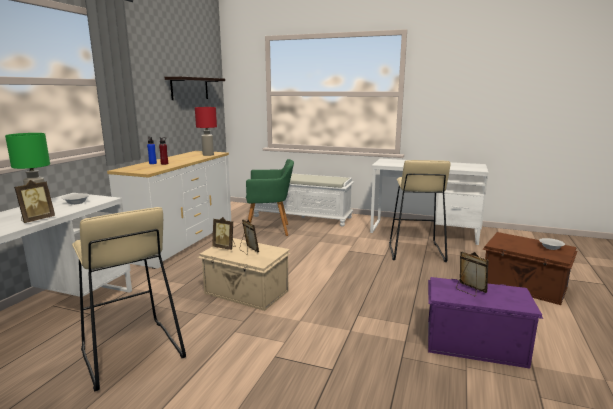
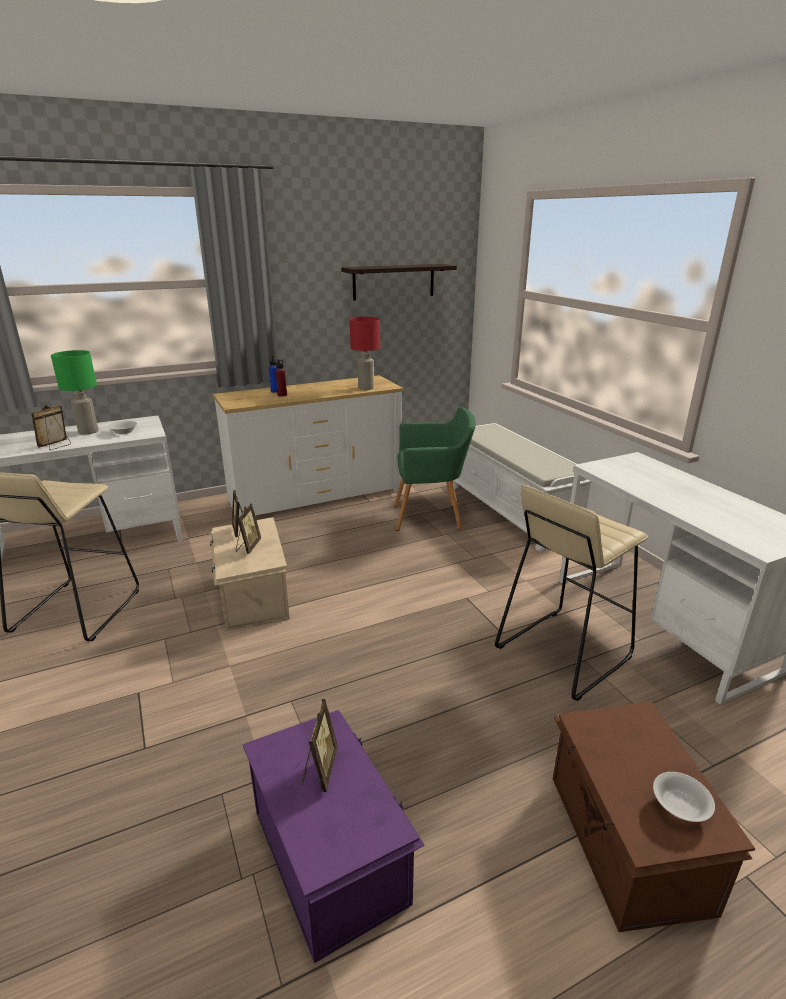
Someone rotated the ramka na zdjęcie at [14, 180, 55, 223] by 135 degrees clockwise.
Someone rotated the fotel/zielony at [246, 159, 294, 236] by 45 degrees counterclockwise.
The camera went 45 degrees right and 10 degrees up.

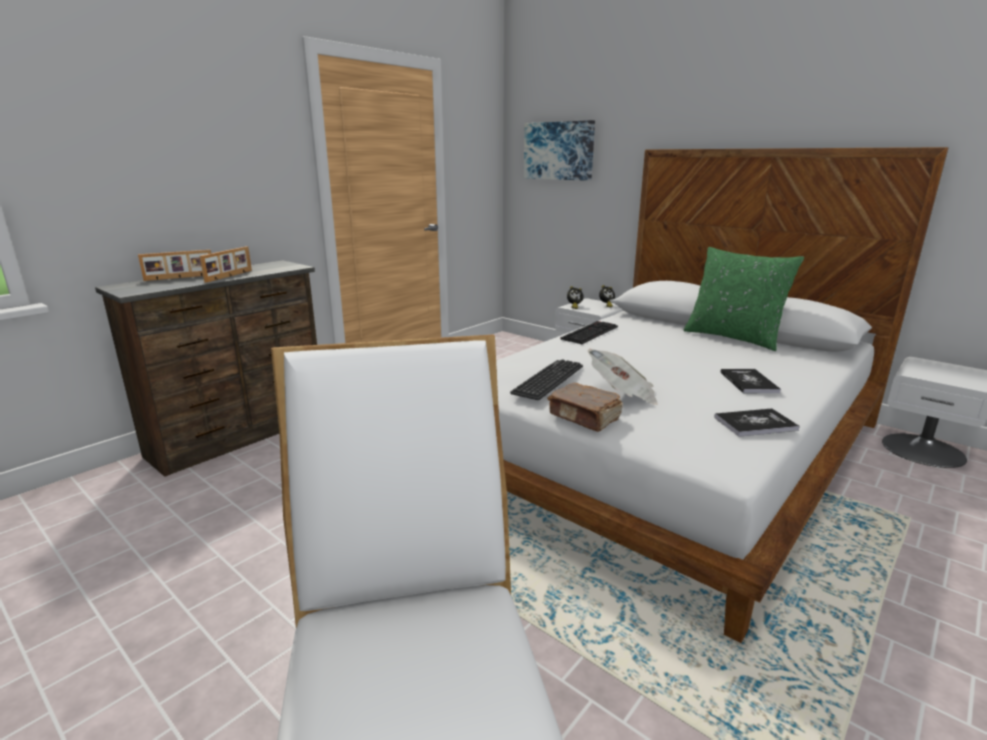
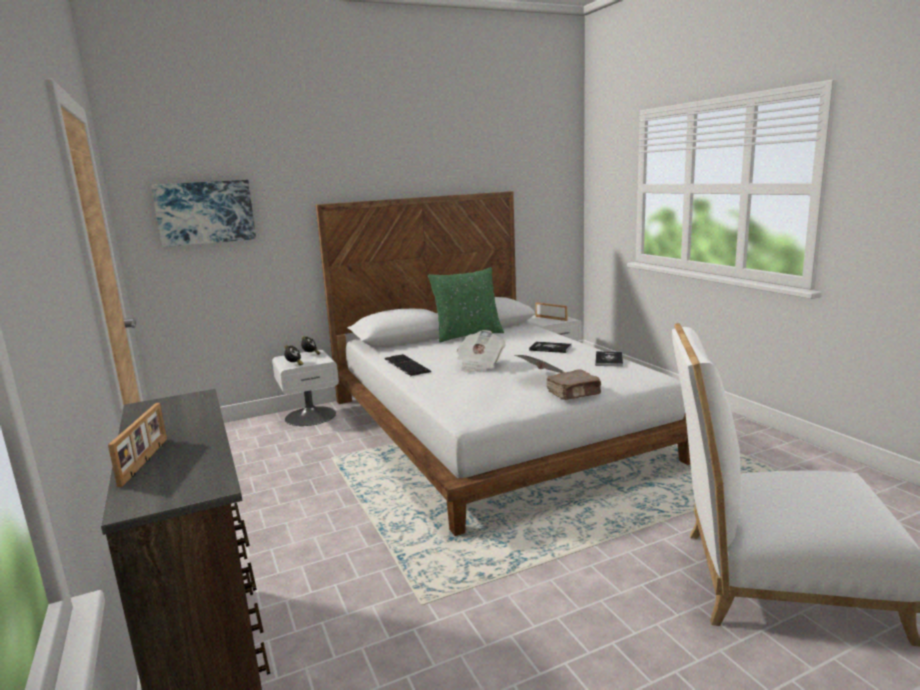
Someone put down the gazeta at [457, 330, 506, 372].
Someone carried the ramka na zdjęcie from [200, 246, 252, 283] to [535, 302, 567, 321].
Someone took away the klawiatura at [510, 359, 583, 400].
The camera went 65 degrees left and 5 degrees down.

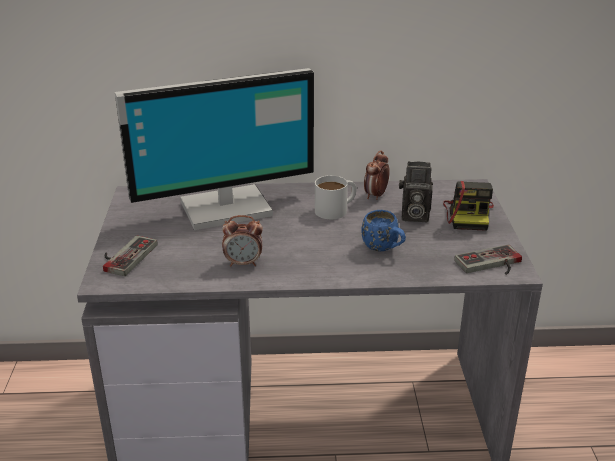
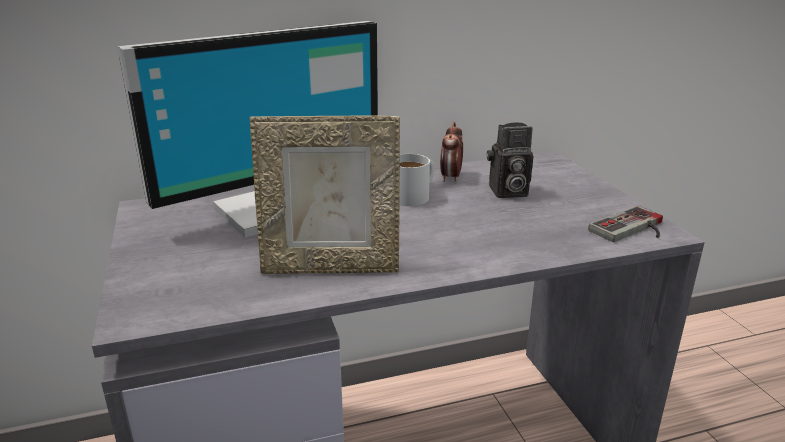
Someone swapped the budzik at [222, 215, 263, 267] for the ramka na zdjęcie at [250, 115, 400, 274].
Someone took away the pad do gier at [103, 236, 157, 276].
Someone took away the kubek/niebieski at [361, 210, 406, 251].
Someone took away the aparat fotograficzny at [443, 181, 494, 231].
The camera went 15 degrees left and 5 degrees down.

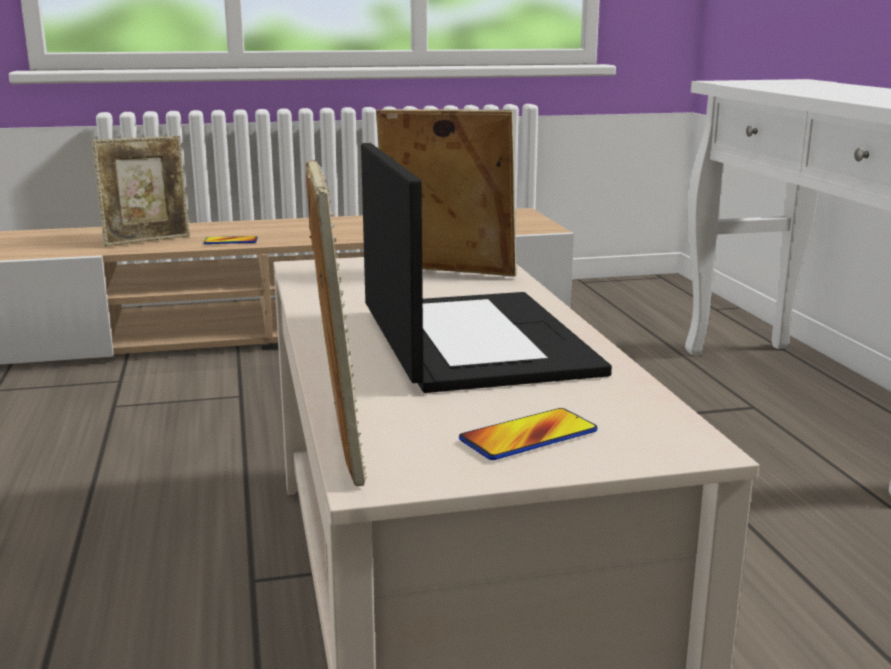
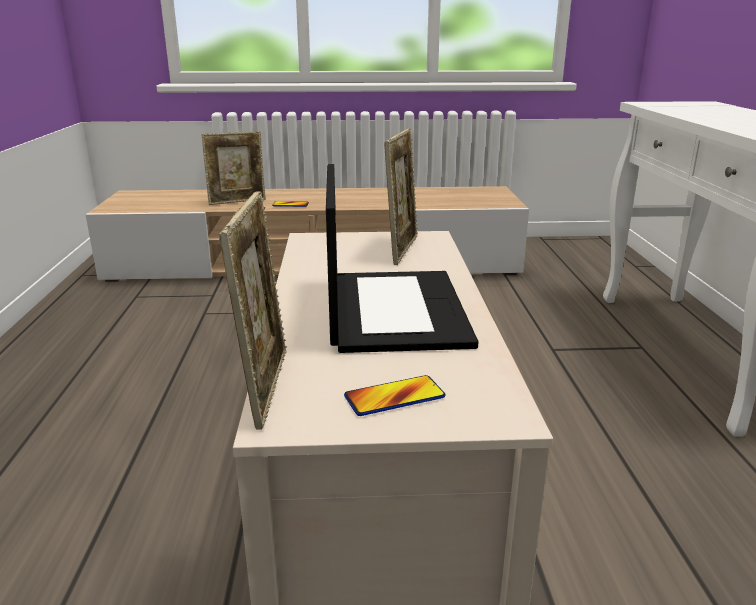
Someone rotated the ramka na zdjęcie at [376, 109, 517, 276] by 75 degrees clockwise.
The camera went 10 degrees right and 5 degrees up.

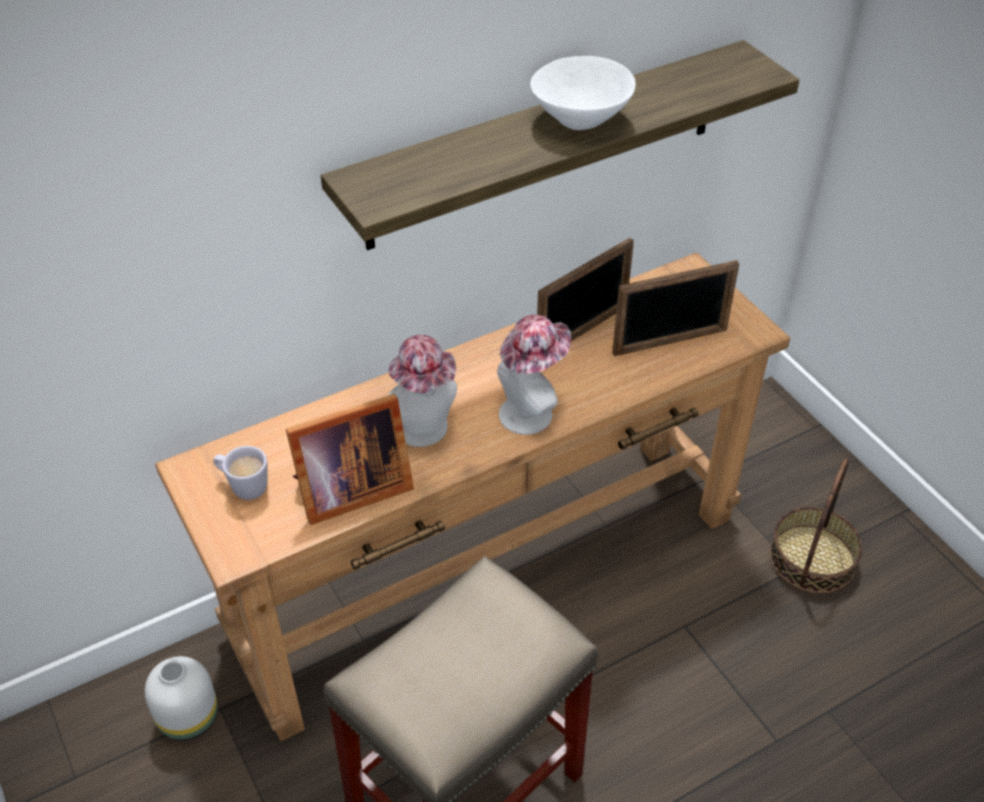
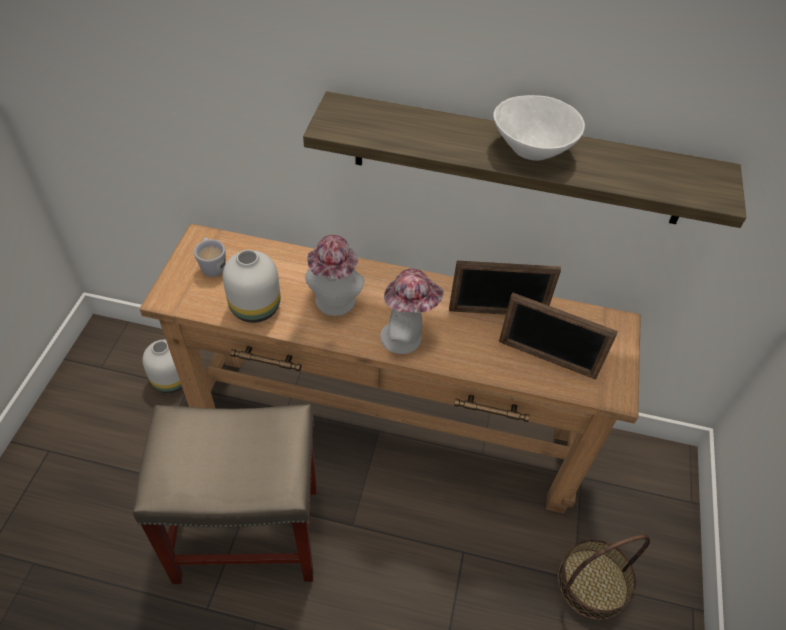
Someone swapped the ramka na zdjęcie at [286, 394, 414, 525] for the wazon/biały at [223, 250, 280, 323].
The camera went 40 degrees right and 5 degrees up.

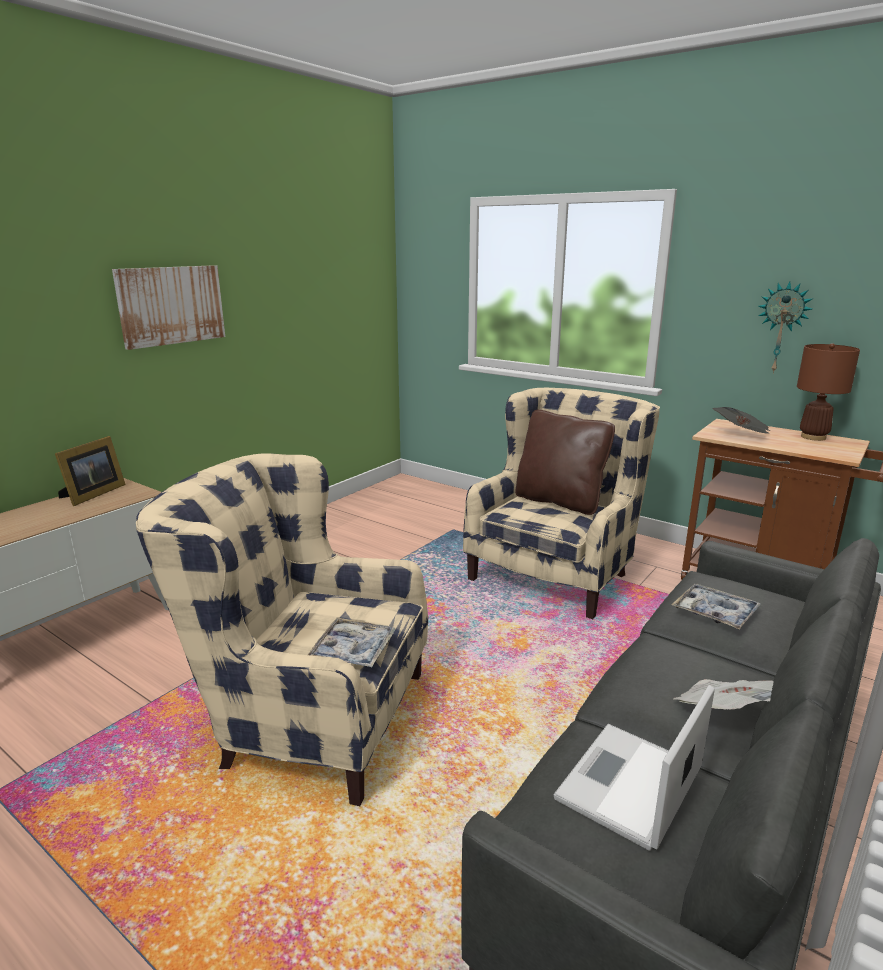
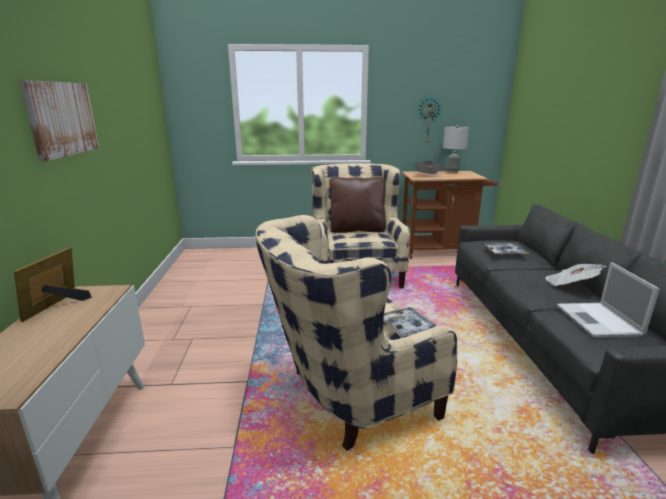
Someone rotated the ramka na zdjęcie at [55, 436, 126, 506] by 150 degrees counterclockwise.
Someone repainted the lampa stołowa/brązowy at [797, 343, 860, 441], which became the lampa stołowa/szary at [443, 125, 469, 174].
The camera went 40 degrees left and 0 degrees up.

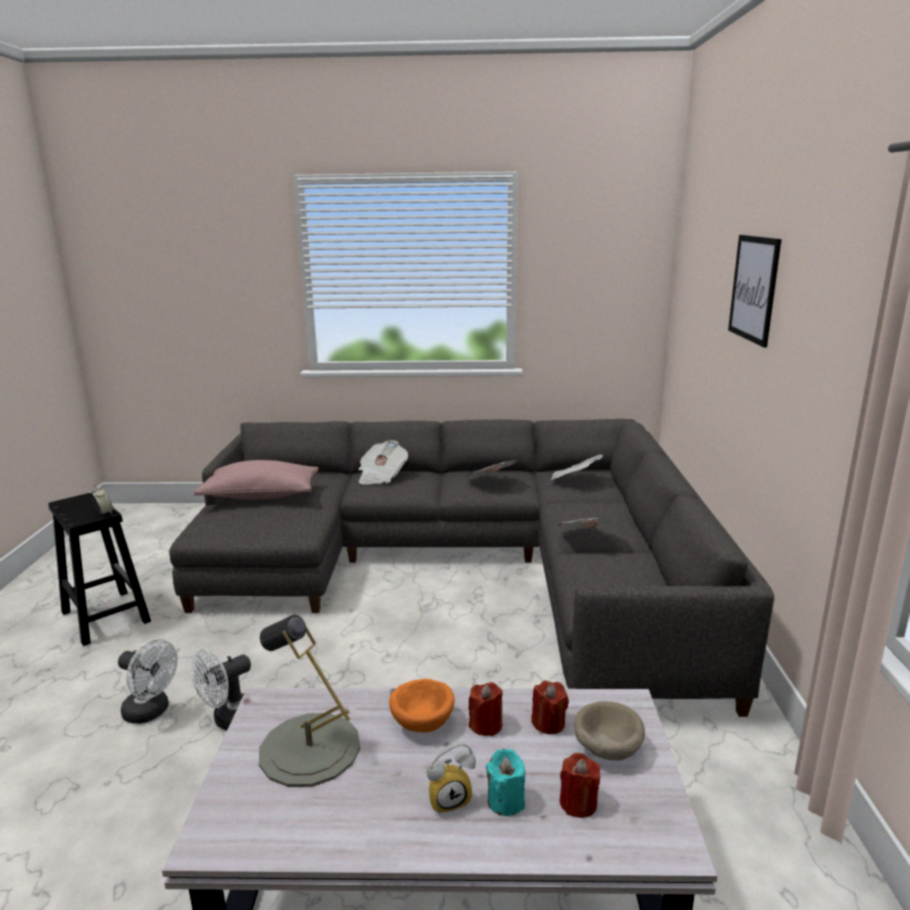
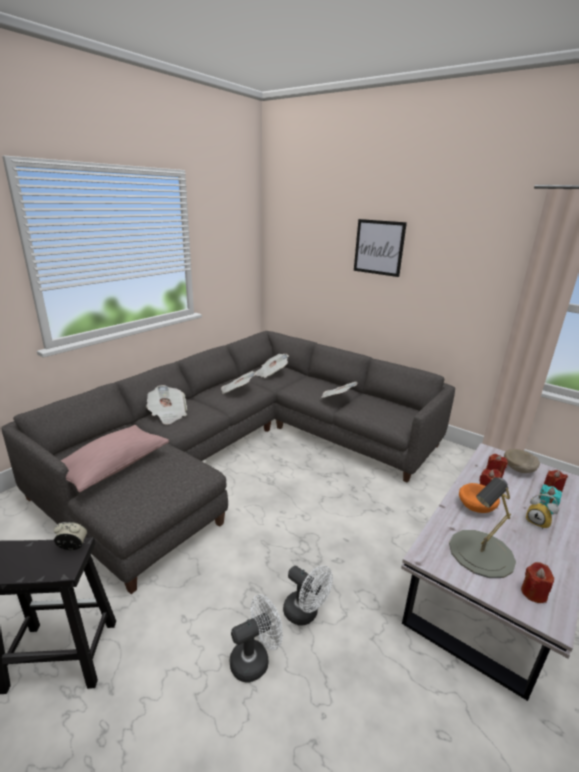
Someone rotated the wentylator/biały at [191, 649, 251, 730] by 45 degrees counterclockwise.
Someone put down the świeca/czerwony at [521, 562, 554, 603].
Someone rotated the budzik at [427, 742, 476, 815] by 120 degrees clockwise.
The camera went 55 degrees left and 5 degrees up.

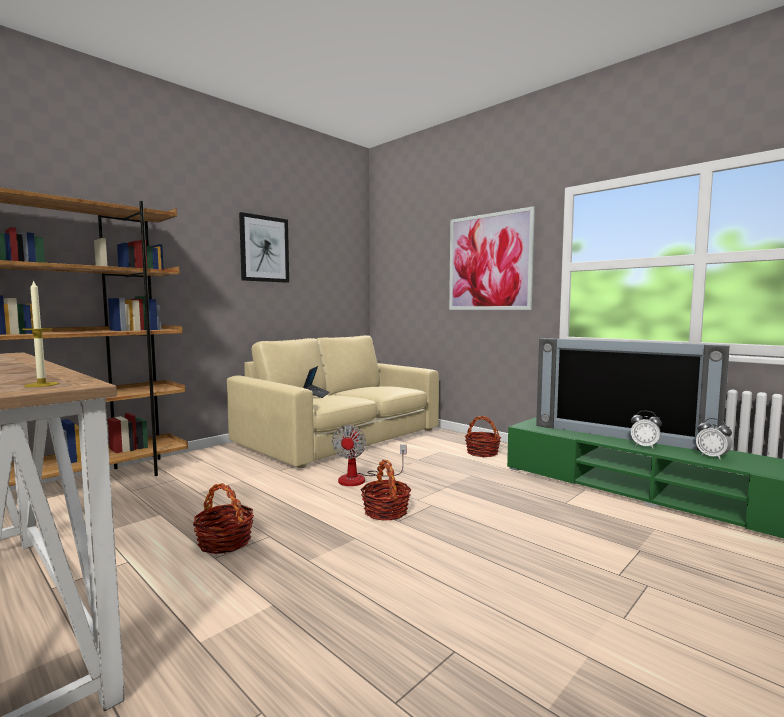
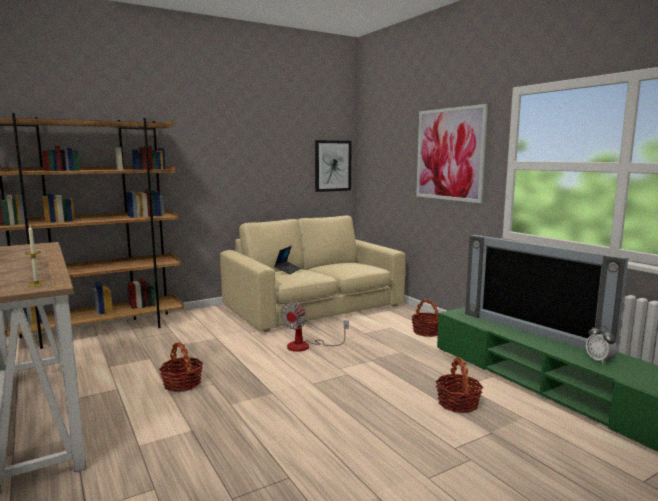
Someone carried the obraz from [239, 212, 289, 283] to [315, 140, 352, 192].
Someone carried the koszyk from [360, 460, 411, 521] to [435, 357, 483, 413].
Someone took away the budzik at [631, 411, 662, 449].
The camera went 15 degrees right and 5 degrees up.

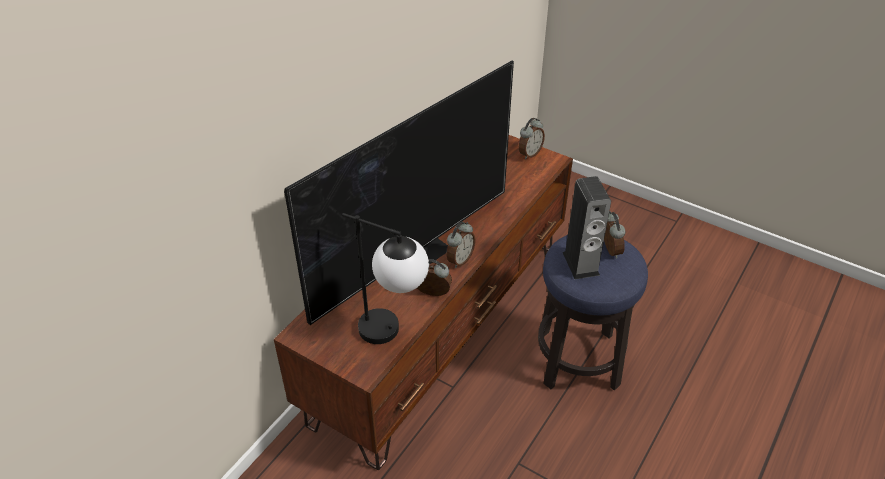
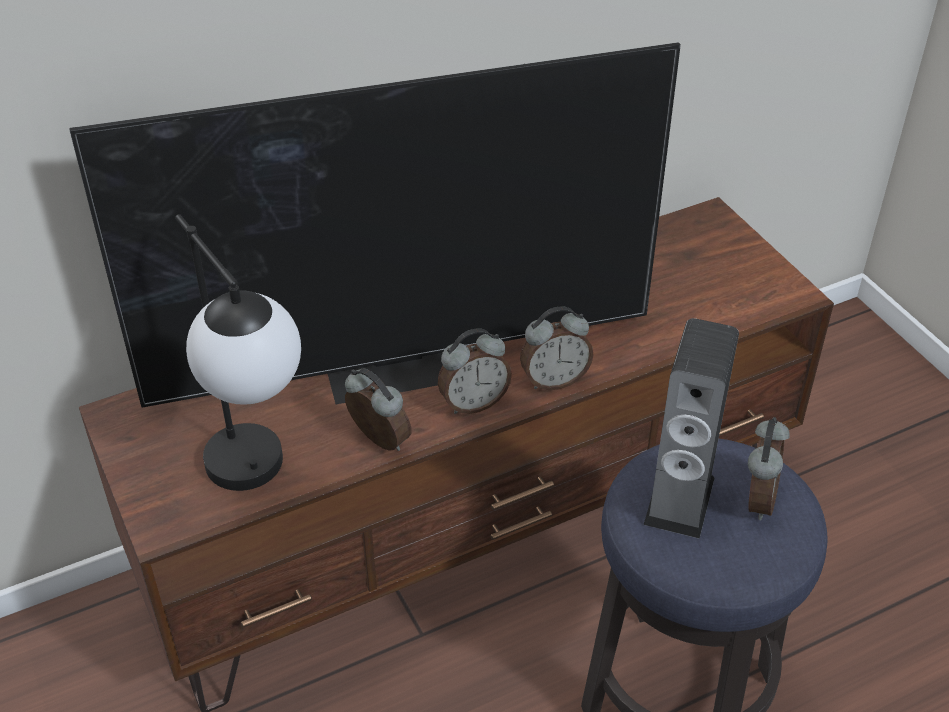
Someone carried the budzik from [519, 118, 545, 159] to [520, 306, 594, 390].
The camera went 30 degrees right and 0 degrees up.

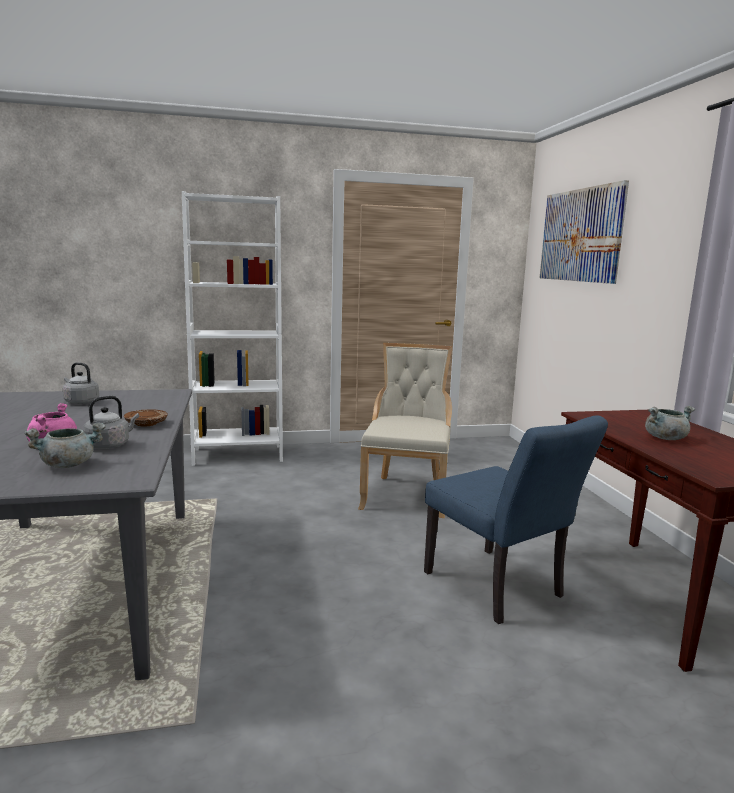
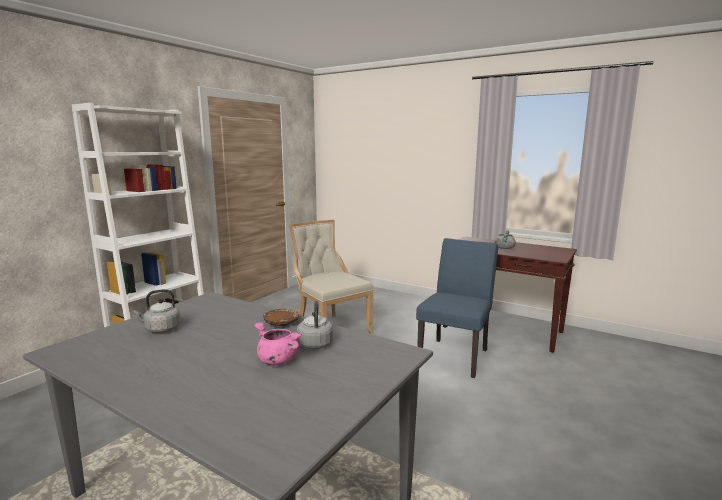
Someone rotated the krzesło/niebieski at [424, 415, 608, 624] by 75 degrees counterclockwise.
Someone took away the garnek/szary at [24, 423, 106, 468].
Someone took away the obraz at [540, 180, 629, 284].
The camera went 45 degrees left and 0 degrees up.

